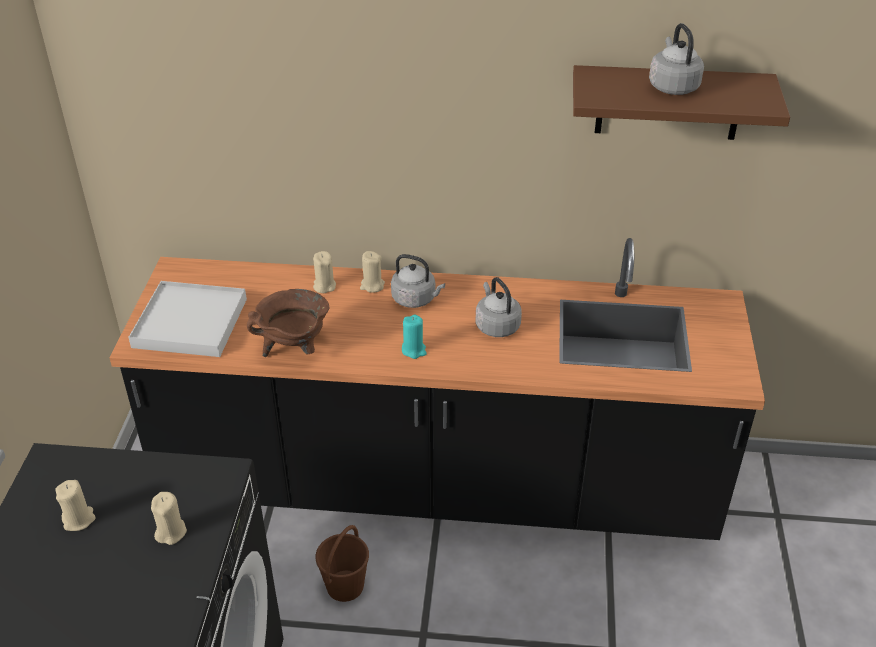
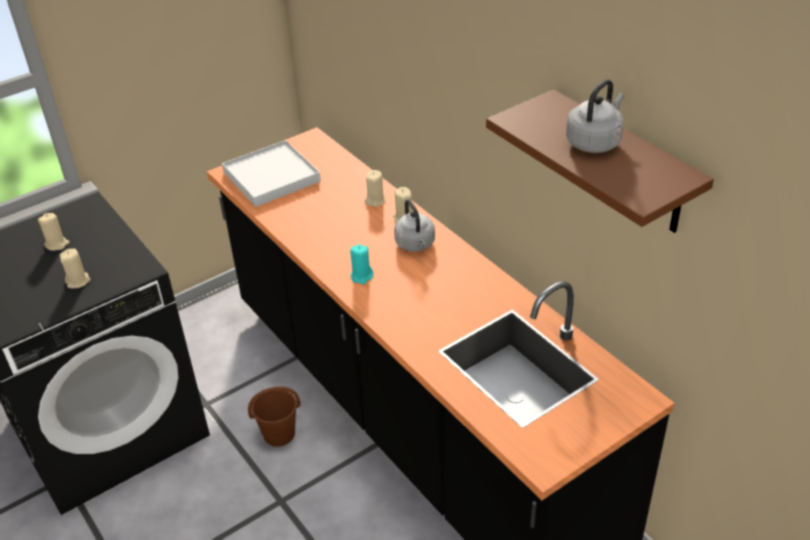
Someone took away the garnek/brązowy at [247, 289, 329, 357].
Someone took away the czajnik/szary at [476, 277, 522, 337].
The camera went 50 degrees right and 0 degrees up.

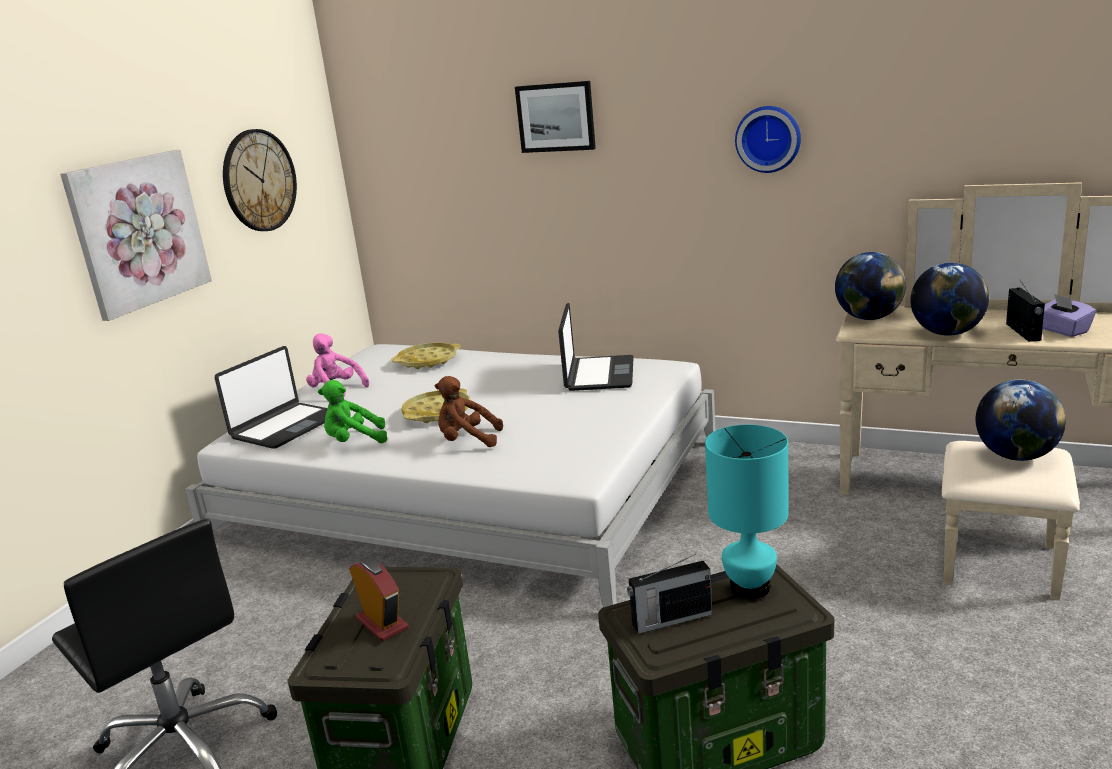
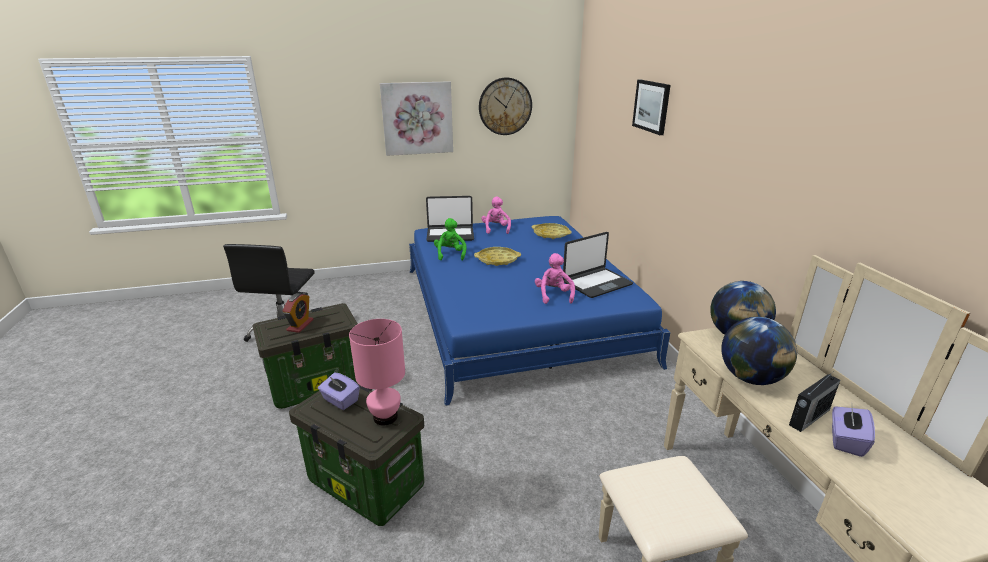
Someone swapped the radio at [627, 554, 712, 634] for the pudełko chusteczek/fioletowy at [318, 373, 360, 410].
Someone repainted the lampa stołowa/turkusowy at [705, 425, 788, 600], which became the lampa stołowa/różowy at [349, 319, 405, 426].
Someone repainted the łóżko/biały at [185, 344, 716, 607], which became the łóżko/niebieski at [409, 216, 671, 406].
Someone rotated the pluszak/zielony at [318, 380, 387, 443] by 45 degrees clockwise.
Someone put down the pluszak/różowy at [535, 253, 575, 304].
Someone took away the pluszak/brązowy at [435, 376, 503, 447].
Someone took away the zegar ścienny at [735, 106, 801, 173].
Someone took away the globus at [976, 380, 1066, 461].
The camera went 50 degrees right and 5 degrees up.

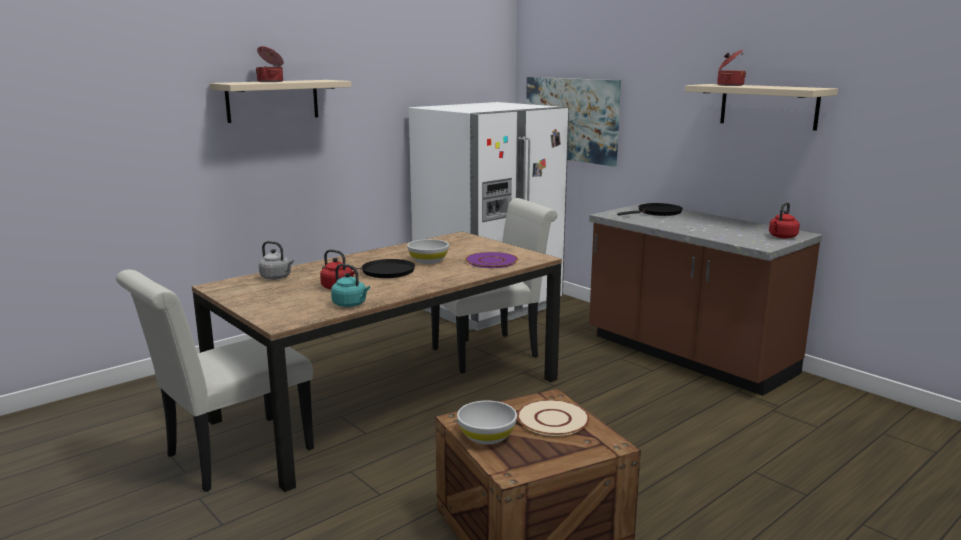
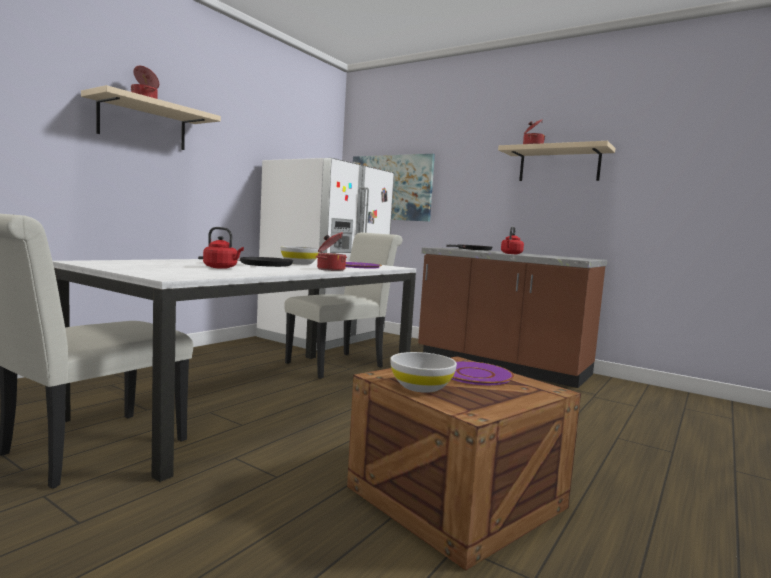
Someone repainted the stół jadalny/brązowy at [192, 231, 562, 492], which became the stół jadalny/biały at [53, 258, 416, 482].
Someone put down the garnek at [316, 232, 347, 271].
Someone repainted the talerz/beżowy at [517, 400, 590, 436], which became the talerz/fioletowy at [452, 361, 514, 385].
Someone carried the czajnik/czerwony from [769, 202, 800, 238] to [501, 227, 524, 254].
Someone took away the czajnik/szary at [259, 241, 294, 280].
Someone took away the czajnik/turkusowy at [331, 264, 370, 307].
The camera went 15 degrees left and 10 degrees down.

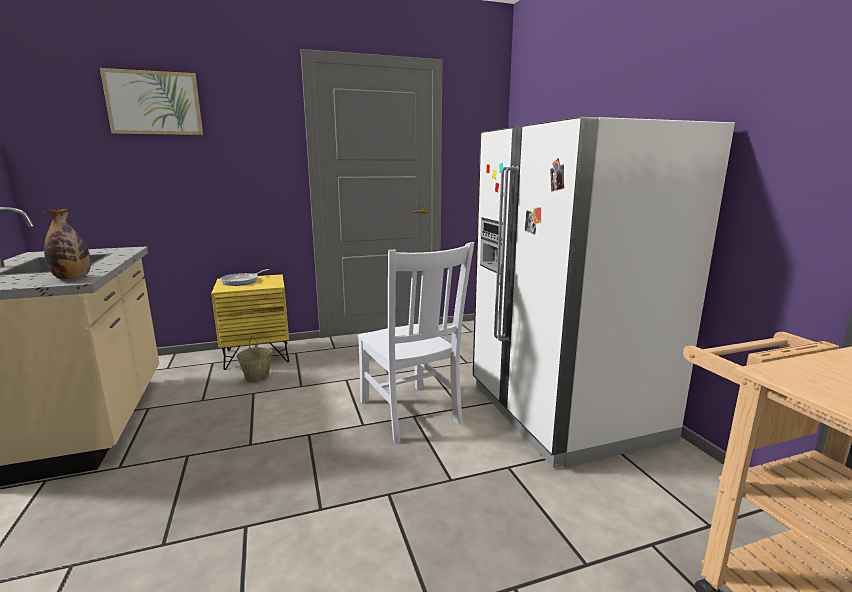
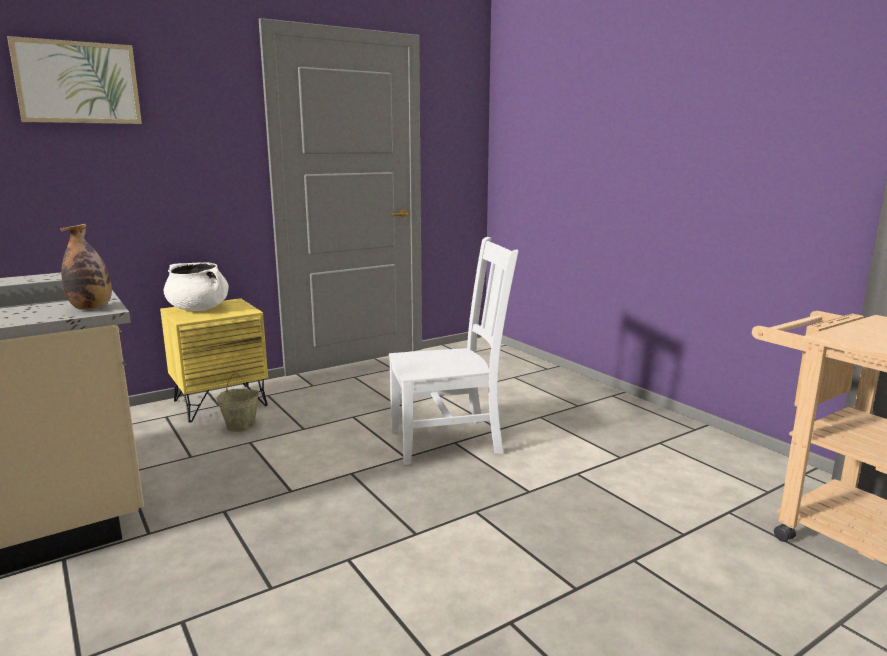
Someone swapped the patelnia at [220, 269, 269, 286] for the garnek/biały at [164, 262, 229, 311].
Someone rotated the krzesło/biały at [358, 242, 474, 443] by 60 degrees counterclockwise.
Someone took away the lodówka/biały at [473, 117, 735, 467].
The camera went 15 degrees left and 0 degrees up.

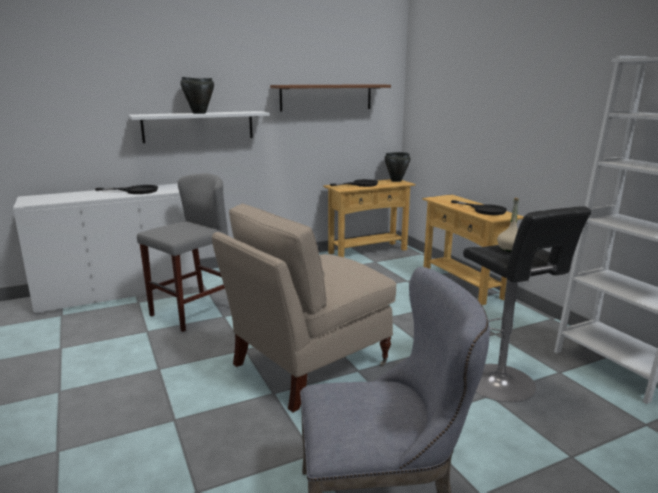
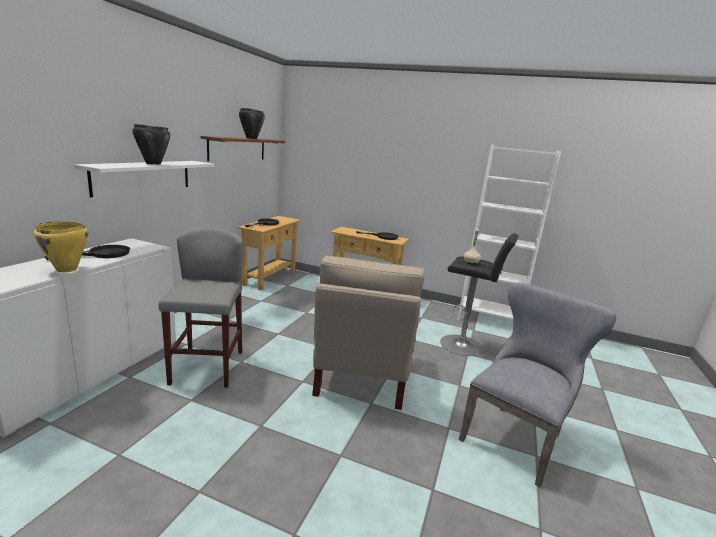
Someone put down the garnek/żółty at [34, 222, 88, 272].
Someone carried the garnek/czarny from [385, 152, 410, 182] to [239, 108, 265, 139].
The camera went 45 degrees left and 0 degrees up.

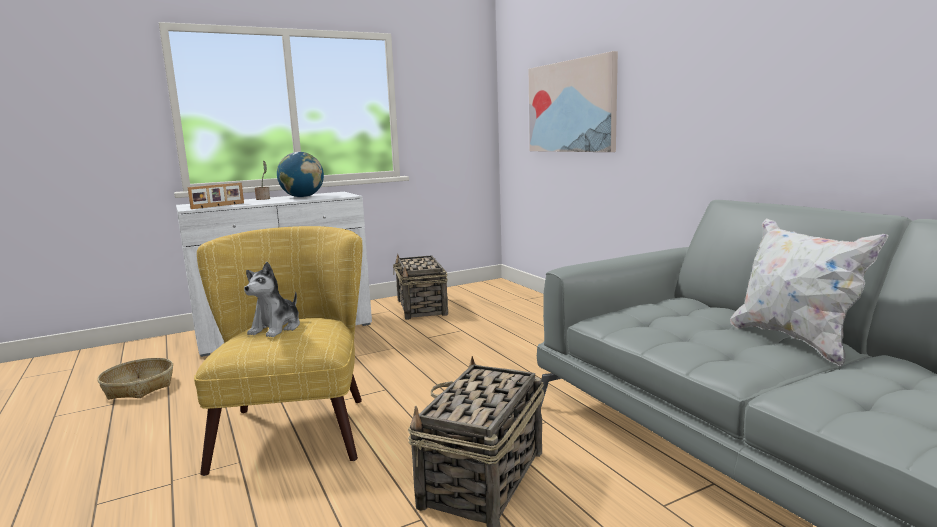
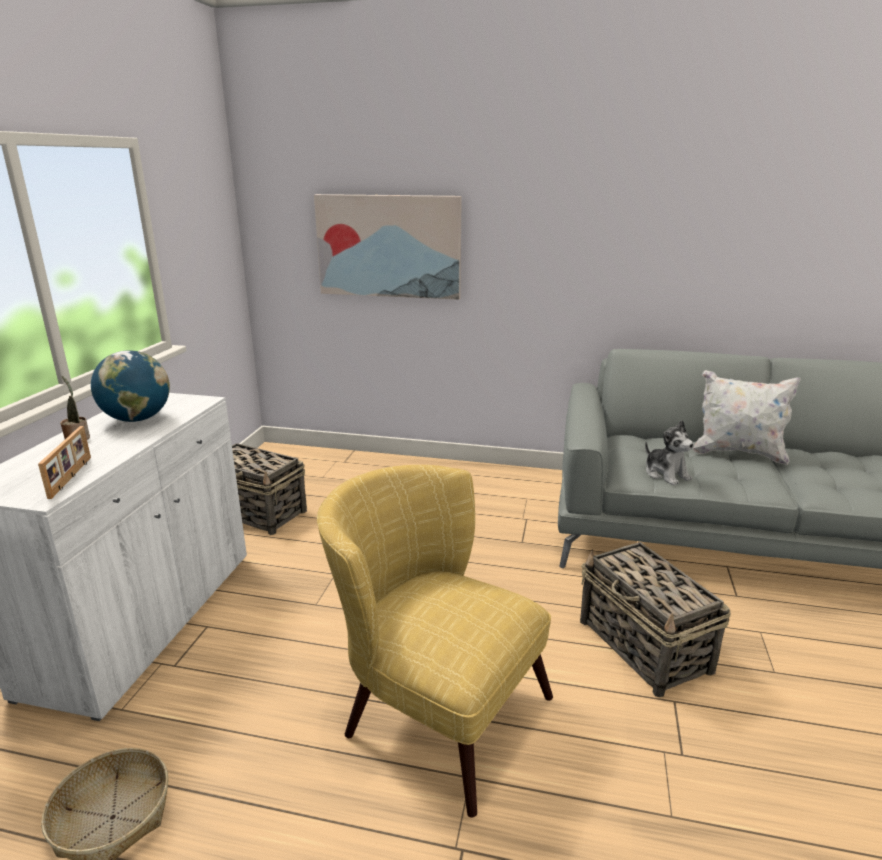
Someone carried the pluszak from [244, 262, 300, 337] to [645, 420, 694, 486].
The camera went 50 degrees left and 10 degrees up.

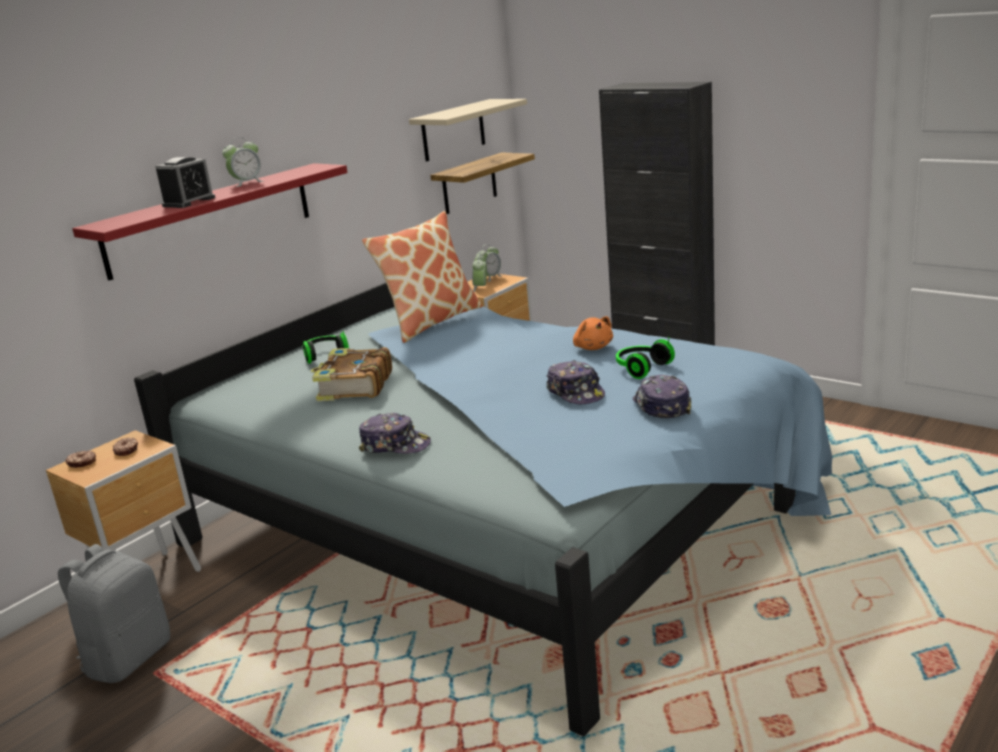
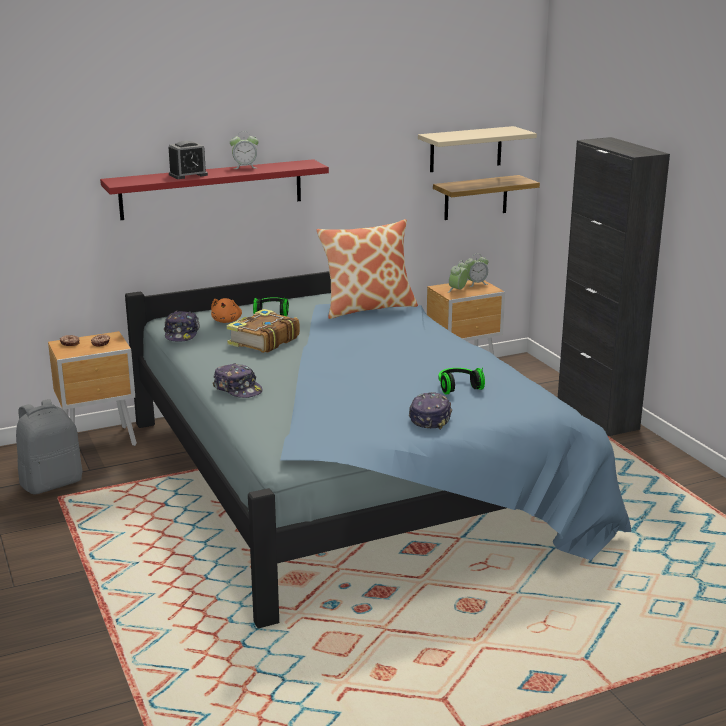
Someone carried the czapka z daszkiem from [547, 360, 605, 404] to [164, 311, 200, 342].
Someone carried the pluszak/pomarańczowy from [573, 316, 613, 350] to [211, 298, 242, 323].
The camera went 25 degrees right and 0 degrees up.

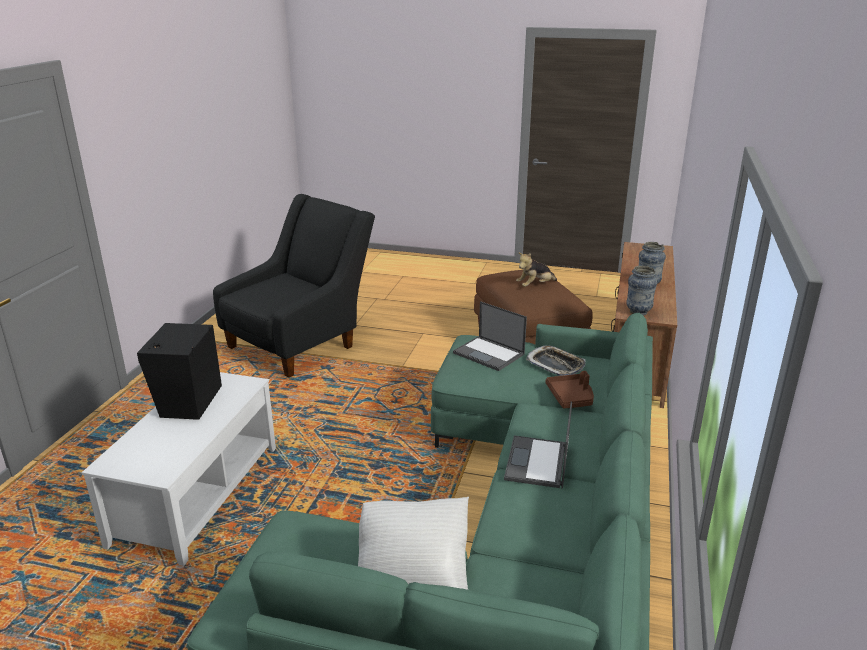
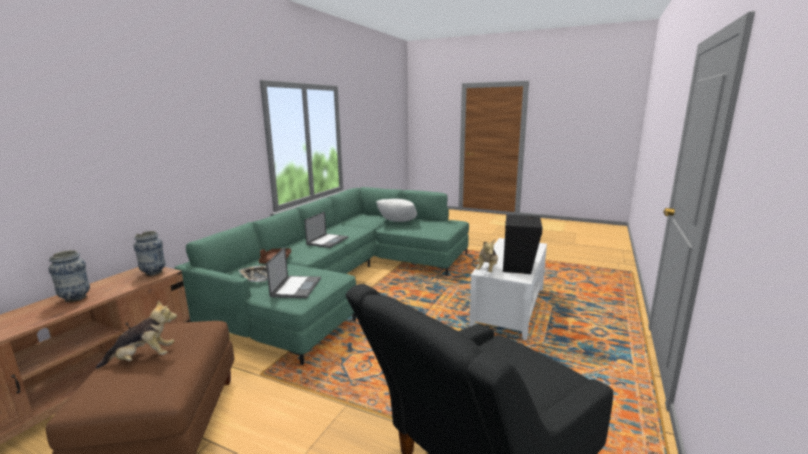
Someone rotated the laptop at [453, 301, 527, 371] by 45 degrees clockwise.
Someone put down the pluszak at [476, 240, 498, 272].
The camera went 170 degrees left and 10 degrees down.

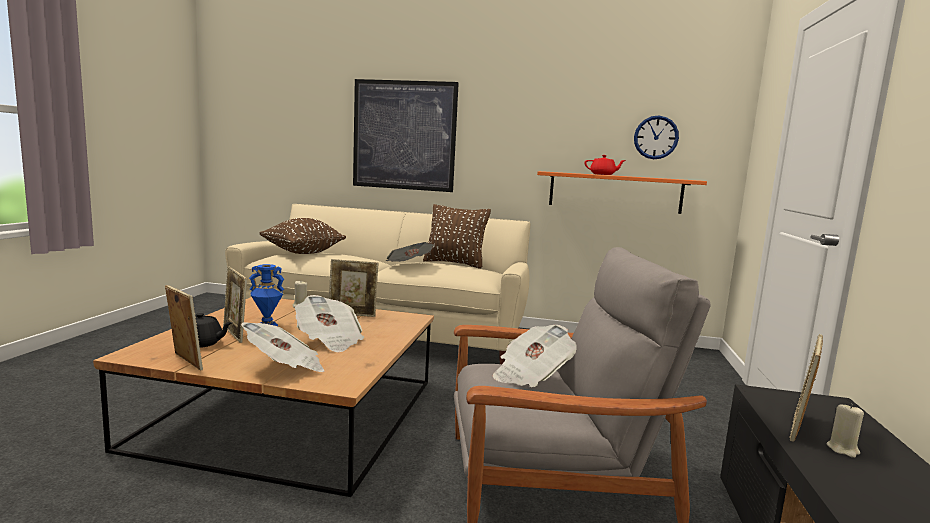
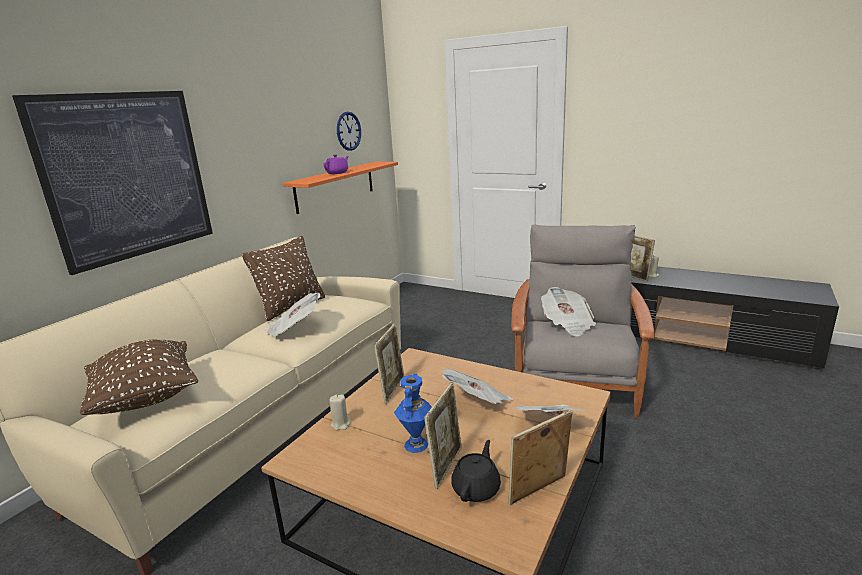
Someone repainted the imbryk/czerwony at [585, 155, 626, 175], which became the imbryk/fioletowy at [323, 155, 349, 174].
Someone rotated the ramka na zdjęcie at [223, 266, 247, 343] by 45 degrees counterclockwise.
The camera went 70 degrees left and 10 degrees up.

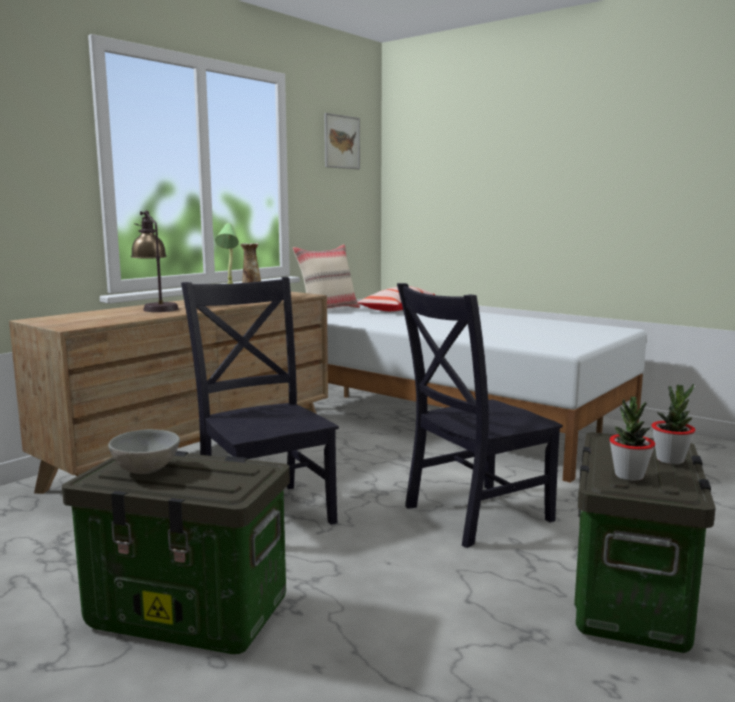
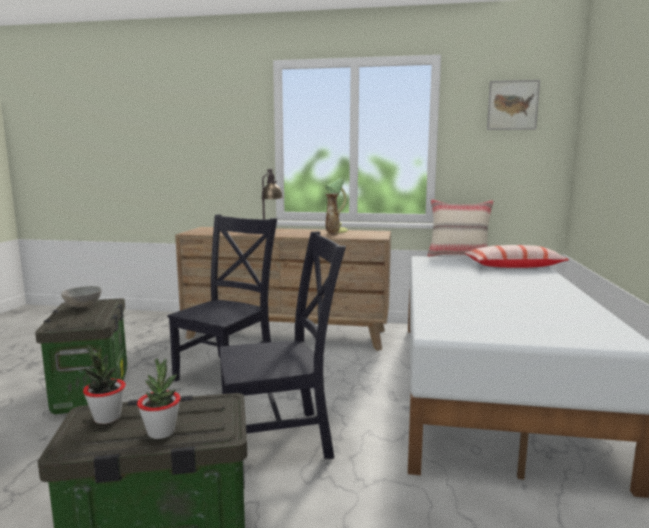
Someone rotated the krzesło/czarny at [397, 283, 563, 548] by 135 degrees clockwise.
The camera went 60 degrees right and 0 degrees up.

